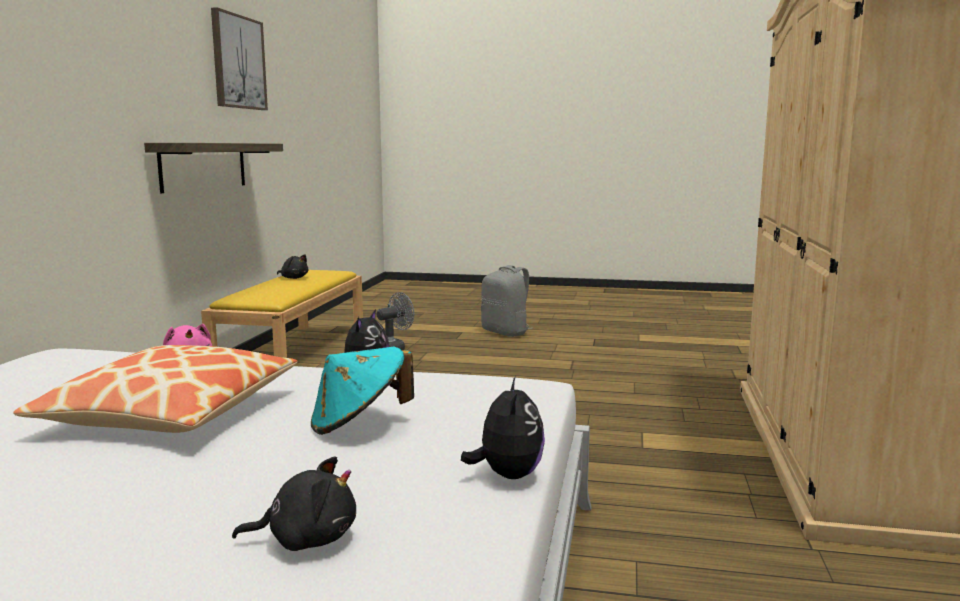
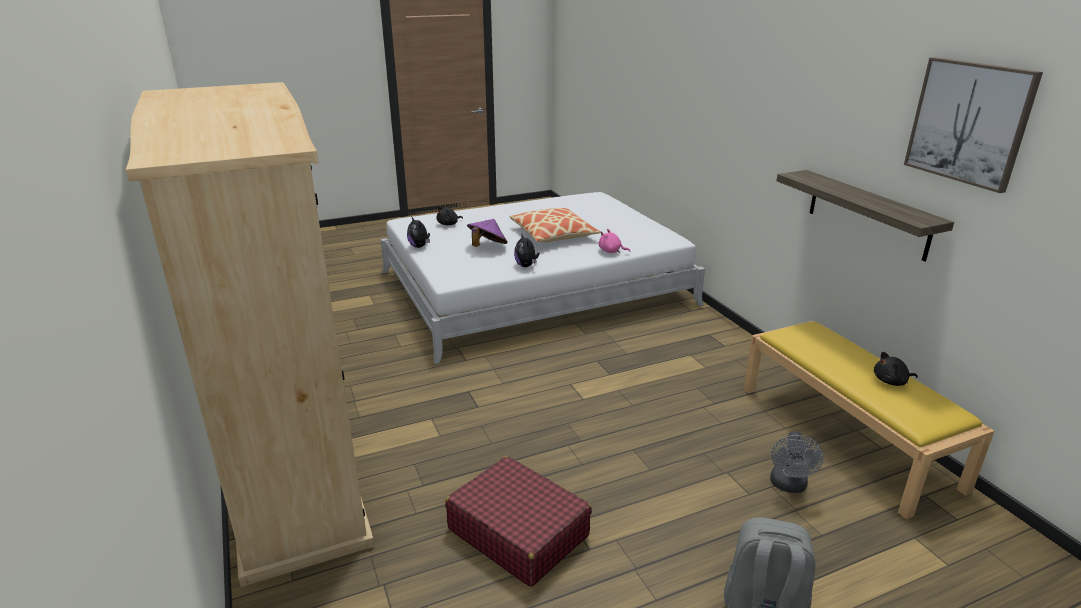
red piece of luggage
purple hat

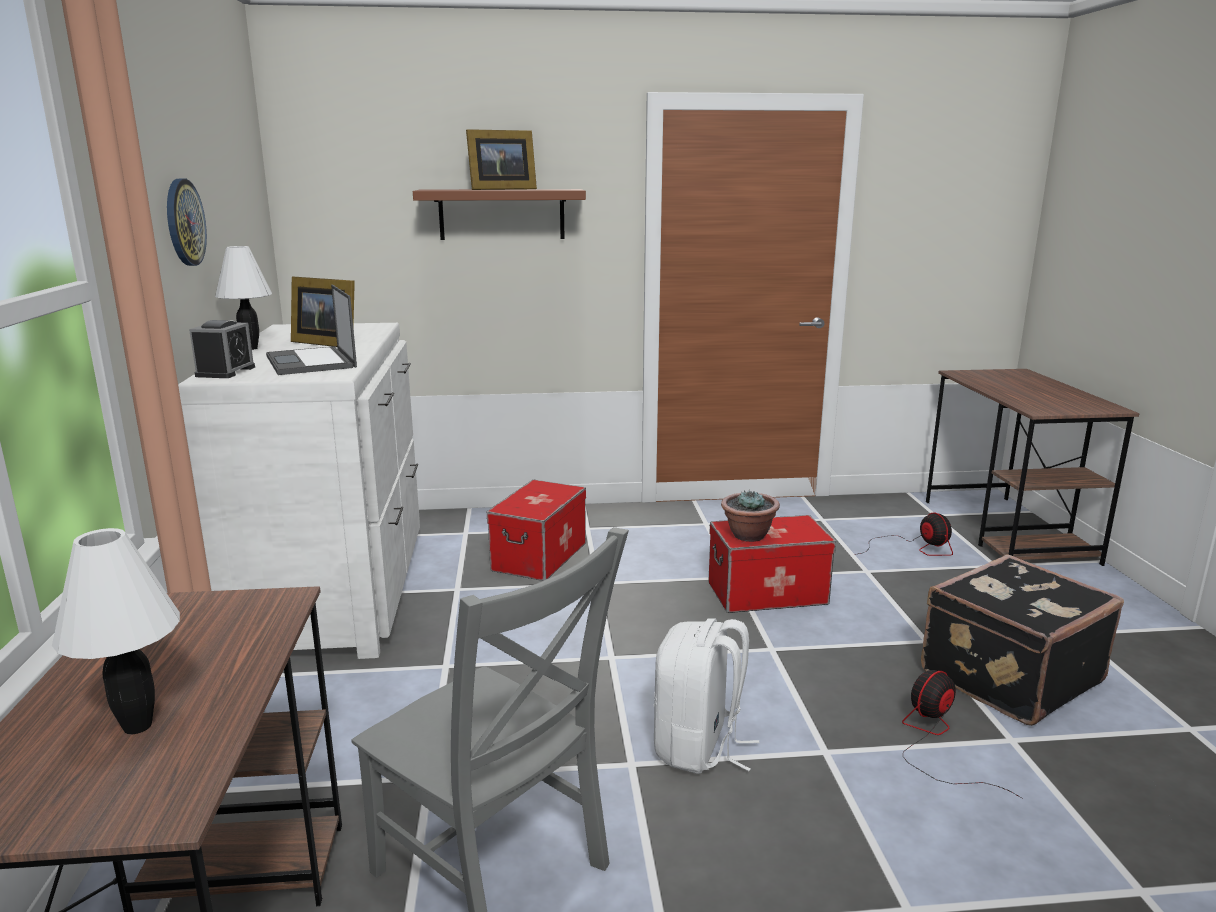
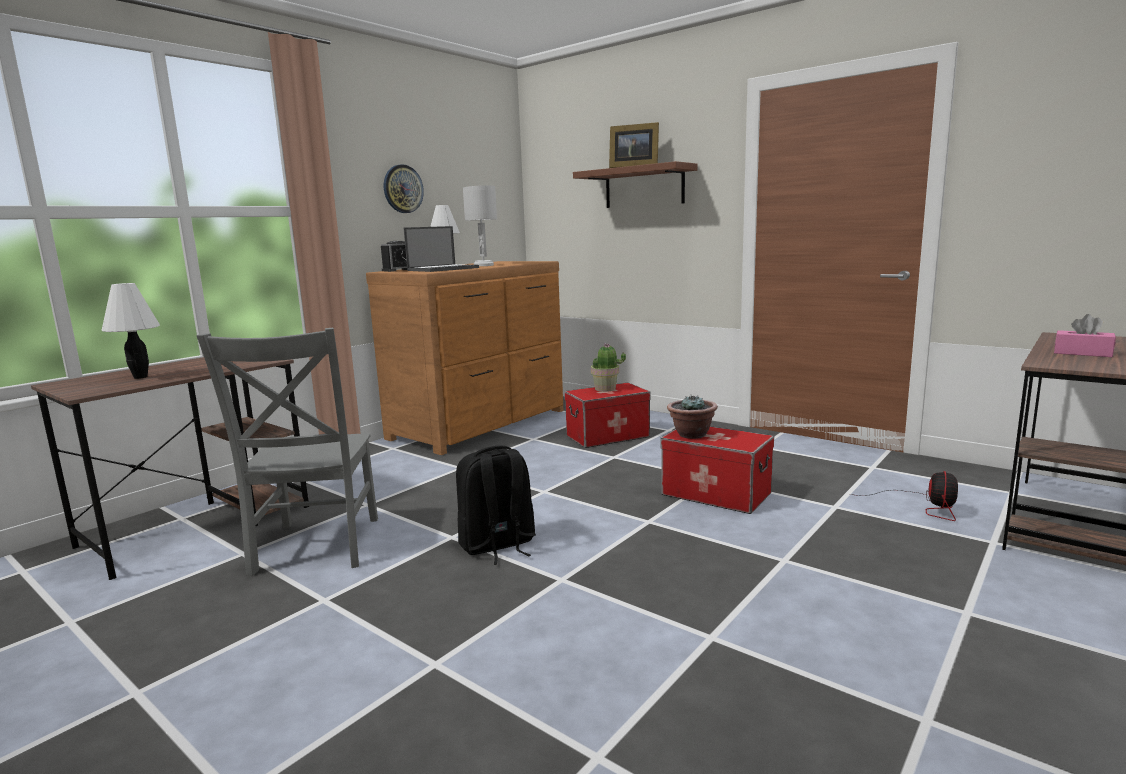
brownish drawer chest
notebook computer
black-coloured rucksack
white lamp for a table (3rd from left)
houseplant (1st from left)
pink-coloured tissue holder
fan (2nd from left in the first image)
black-coloured piece of luggage

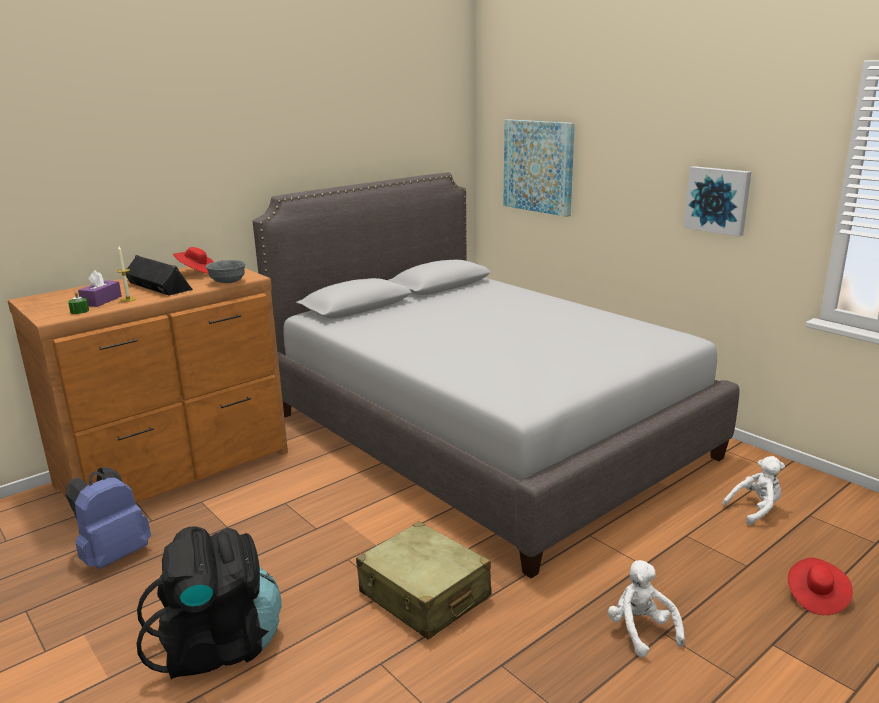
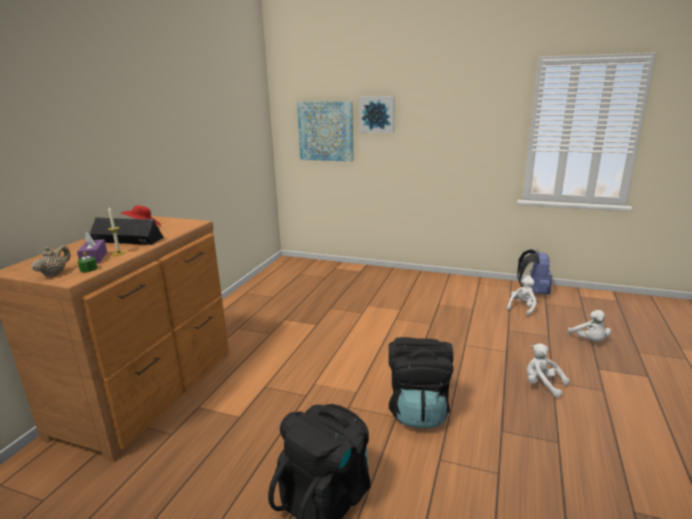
beige-coloured tea pot
wall art (2nd from left)
black-coloured rucksack (2nd from left)
blue rucksack
white soft toy (3rd from left)
gray deep dish
gray sleeping bed

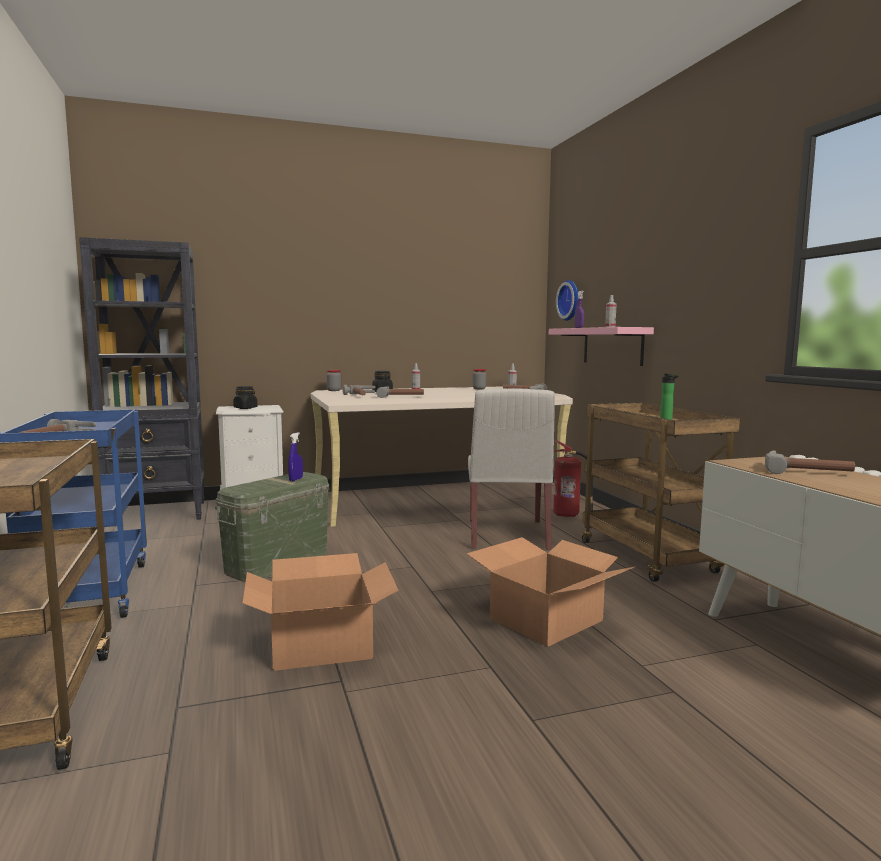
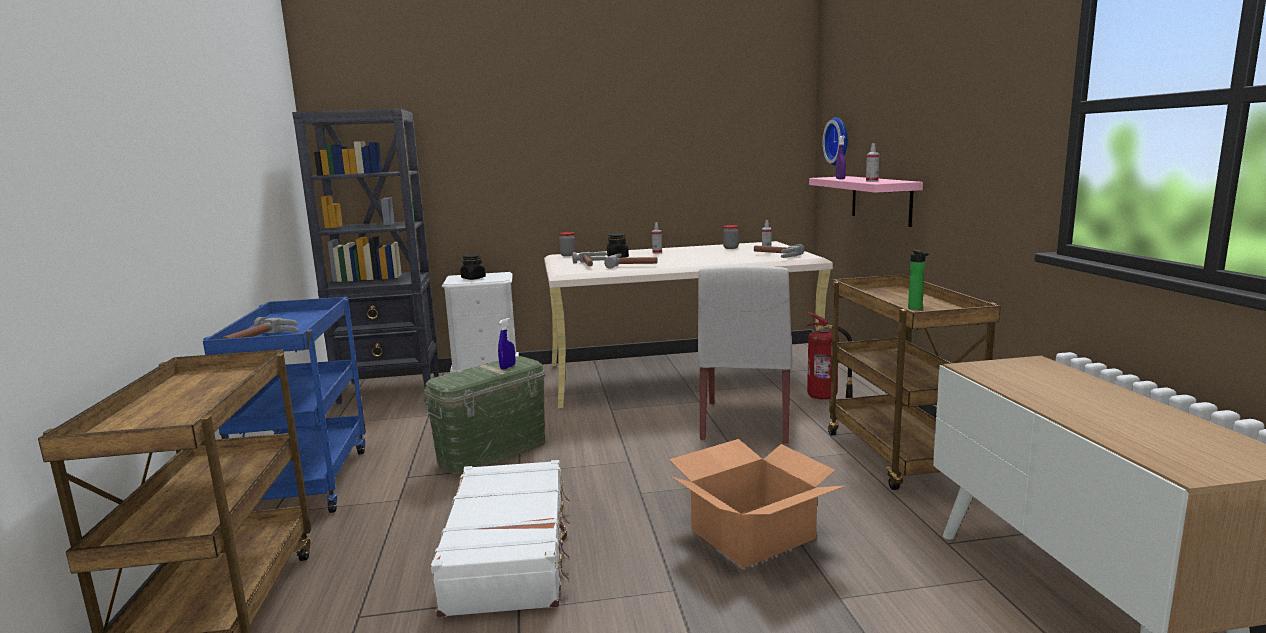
white piece of luggage
tool hammer (5th from left in the first image)

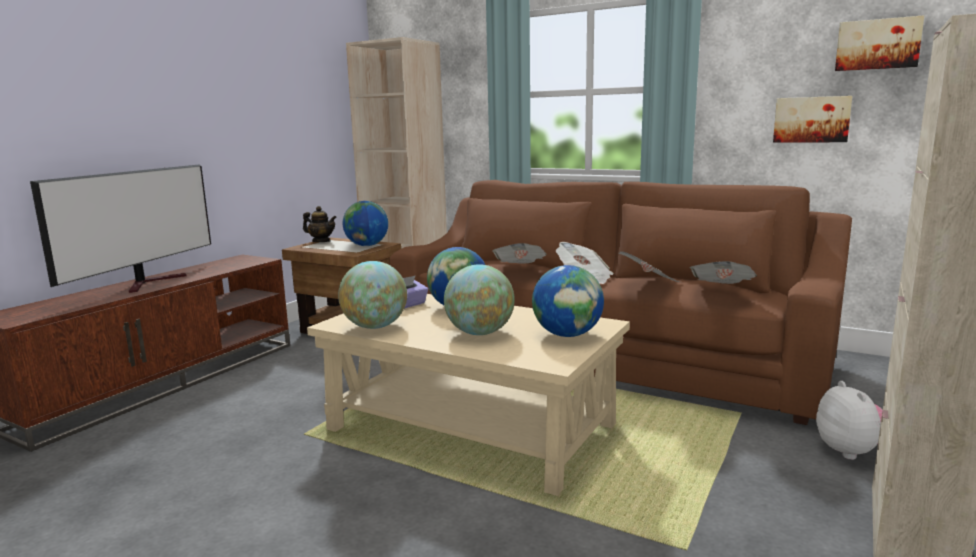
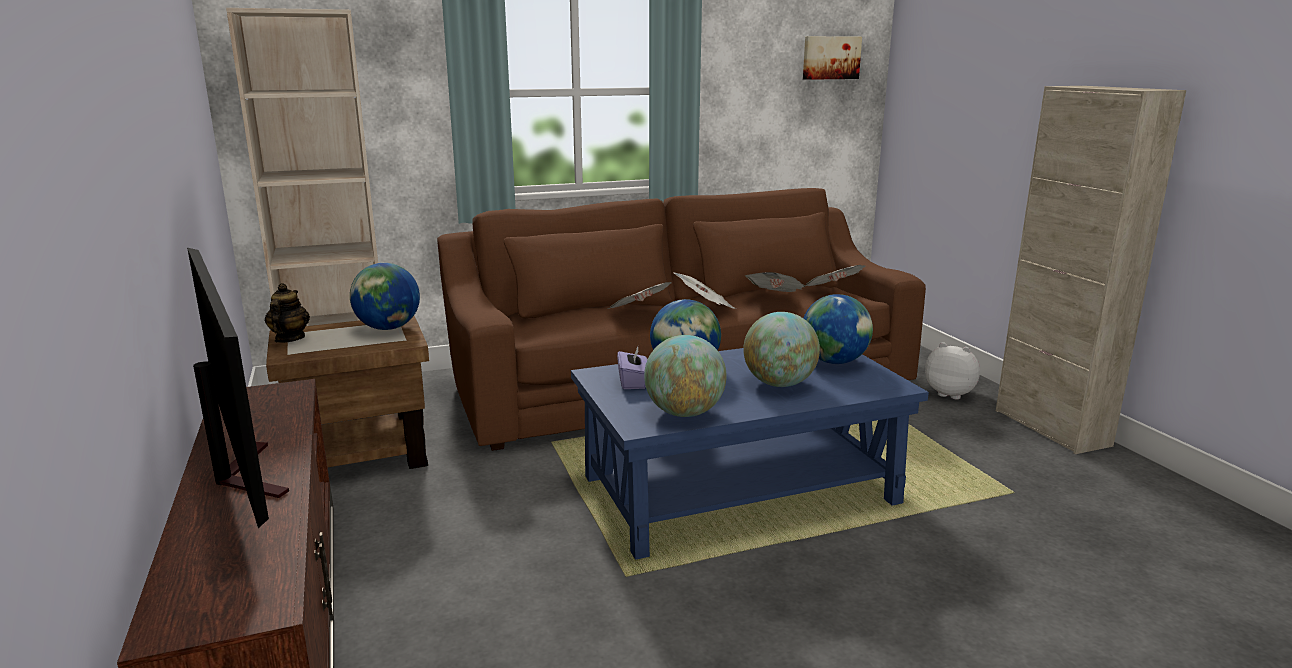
tea pot
blue coffee table
wall art (1st from left in the first image)

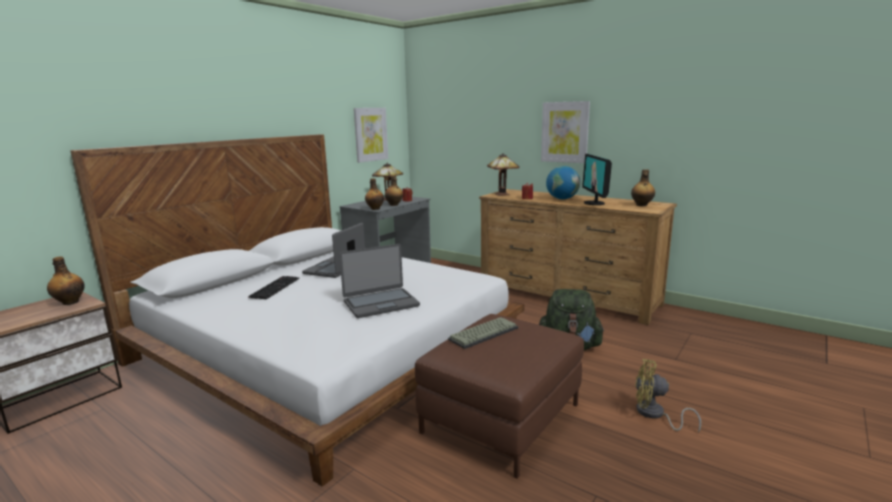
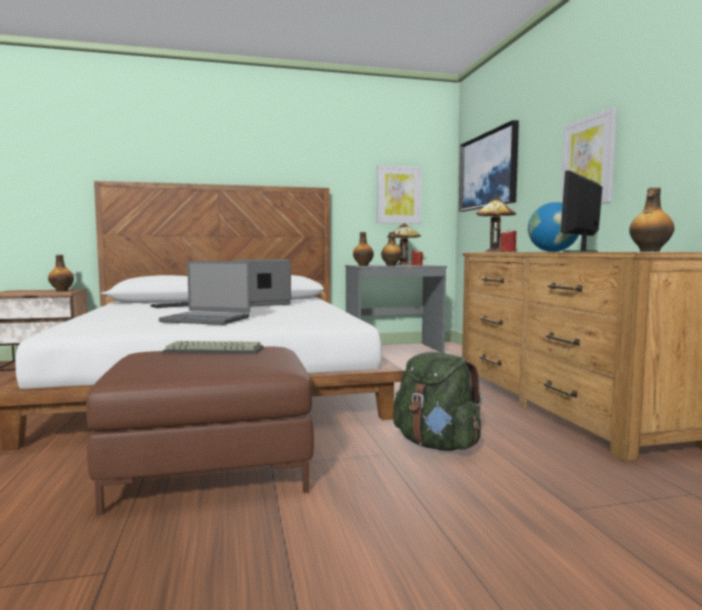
wall art (2nd from left)
yellow-coloured fan

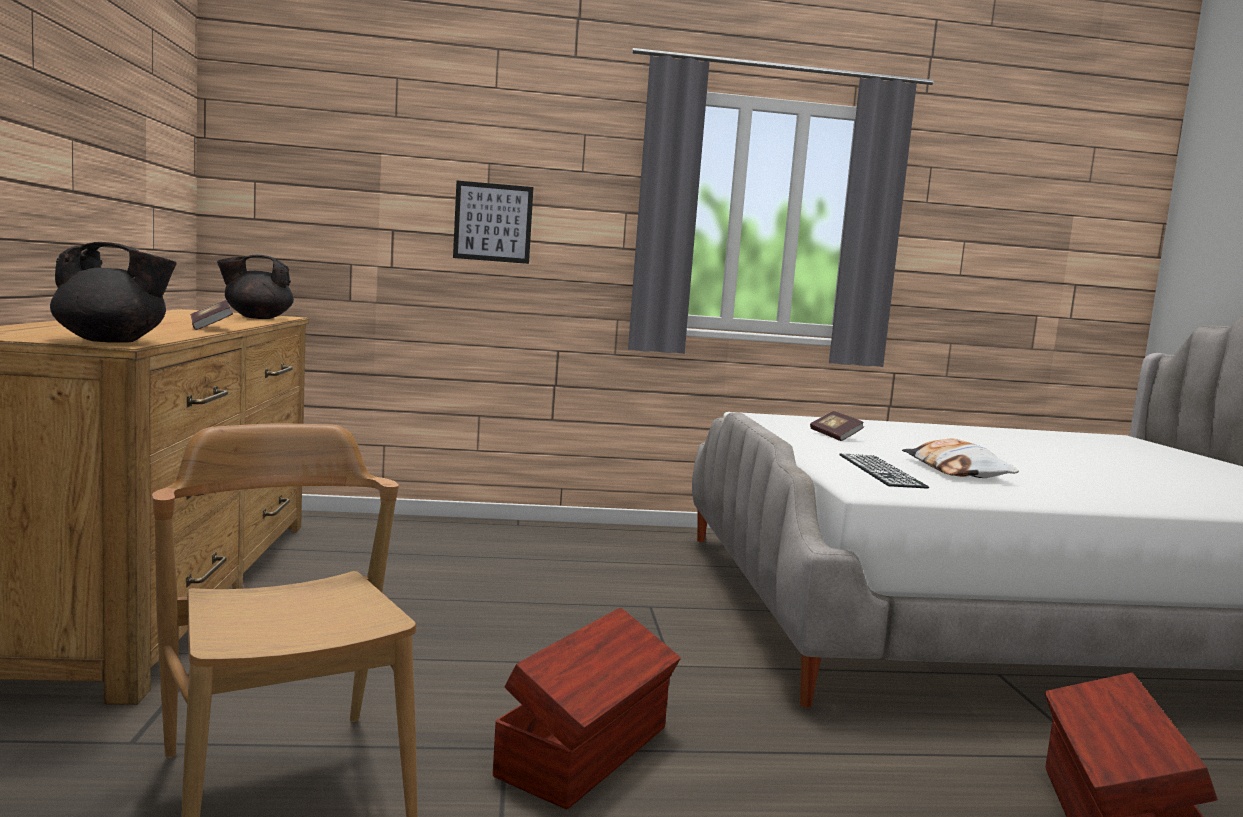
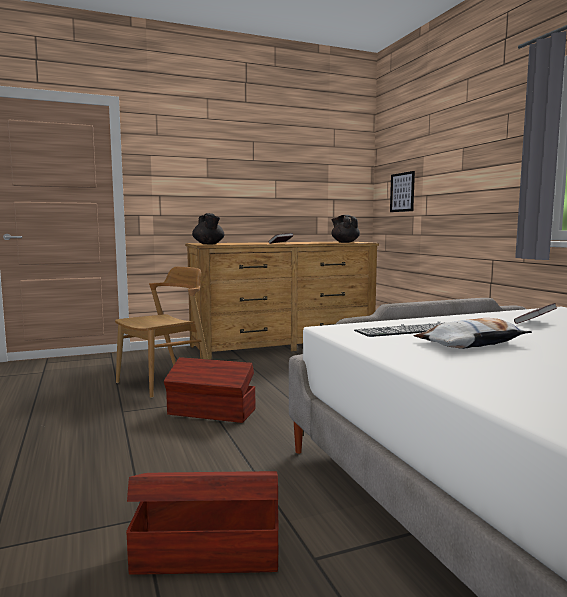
wall art

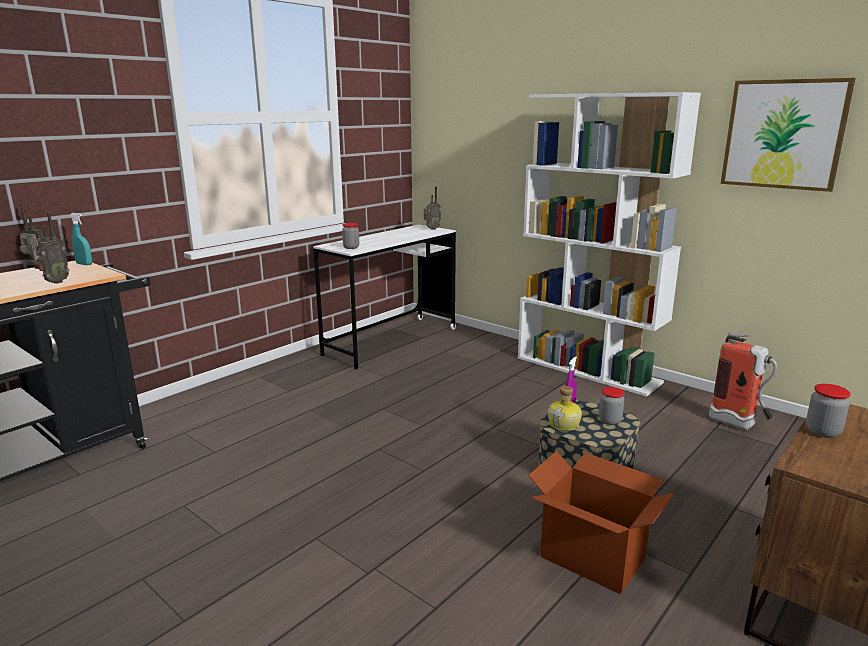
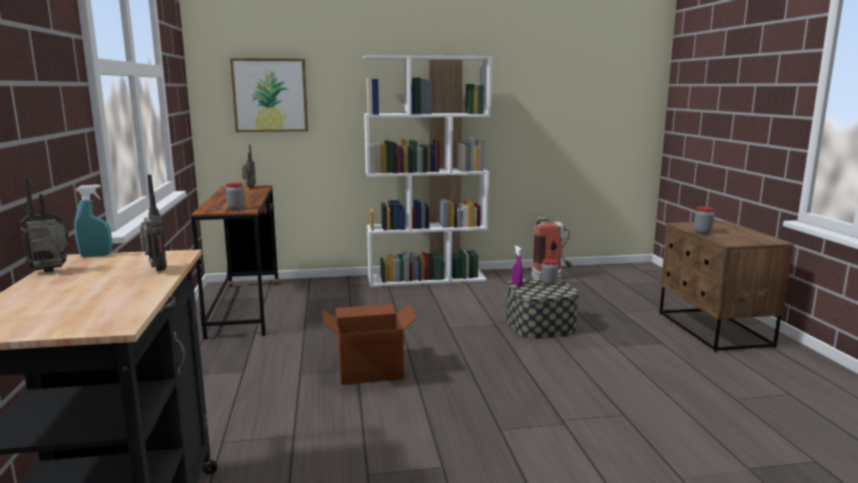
brownish desk
wall art
cardboard box
bottle

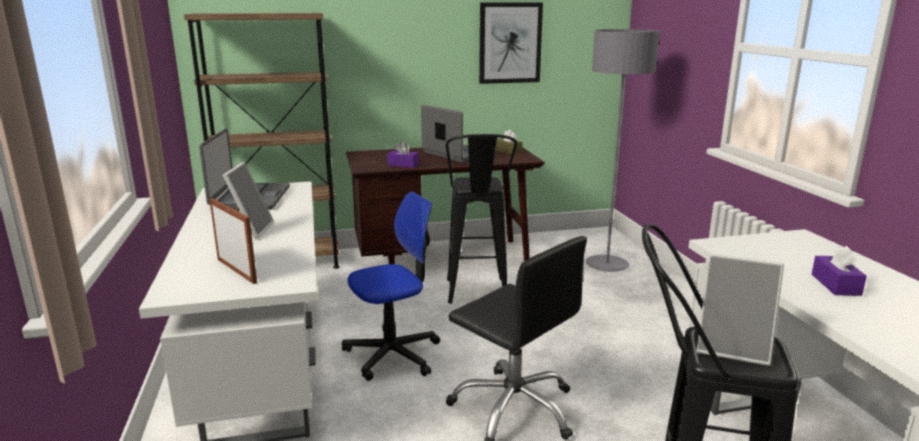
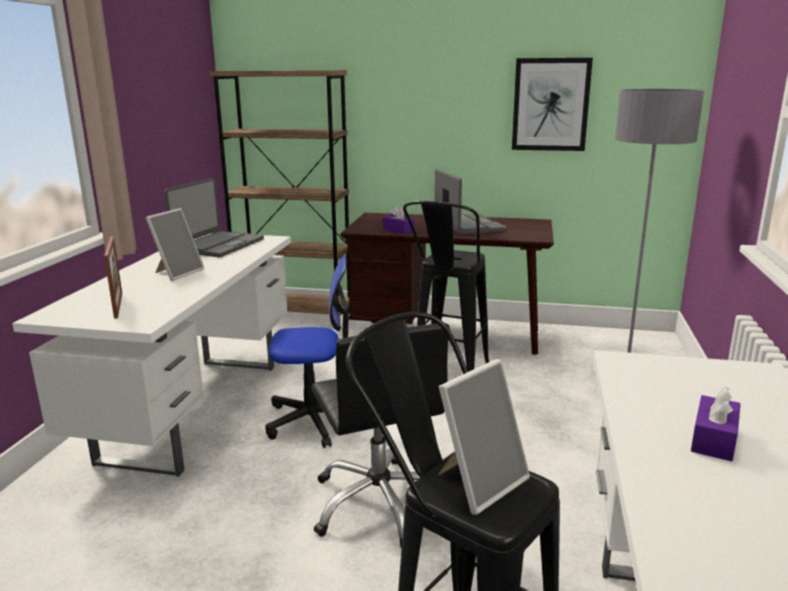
standing frame (3rd from left)
brownish tissue holder

